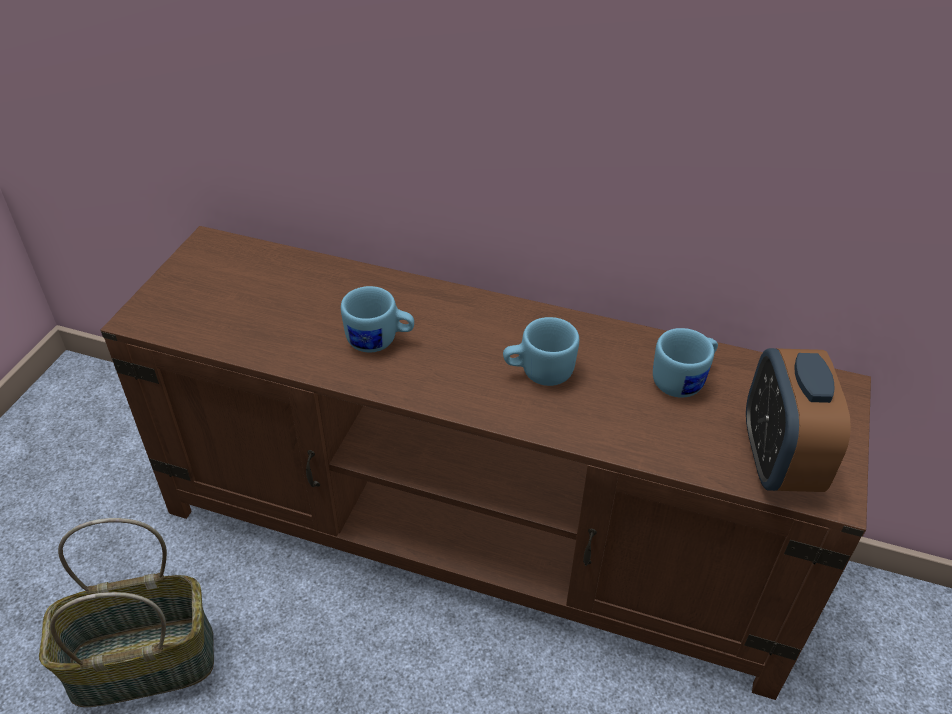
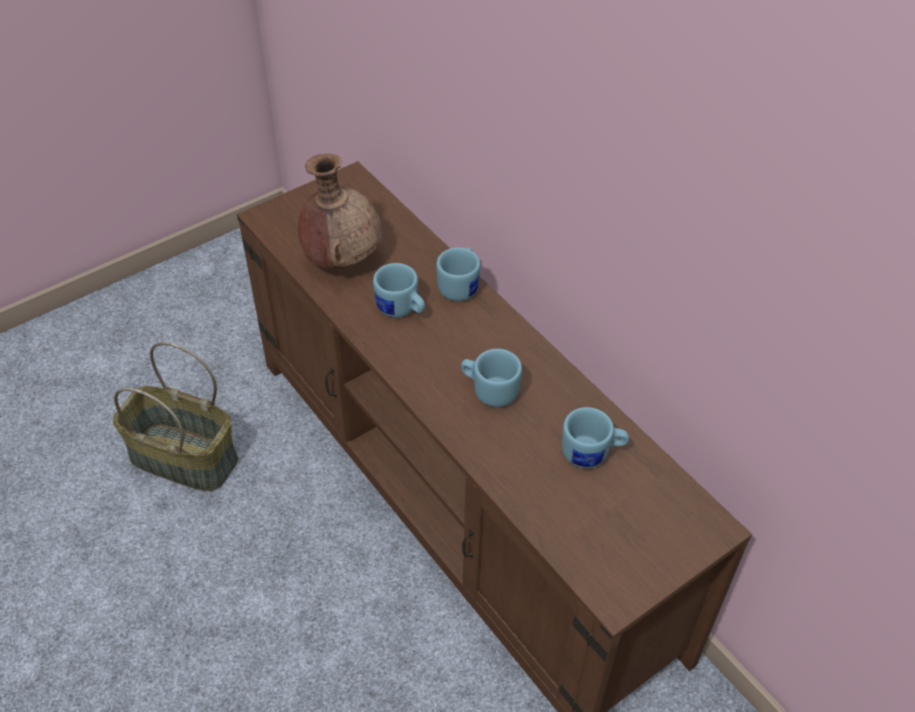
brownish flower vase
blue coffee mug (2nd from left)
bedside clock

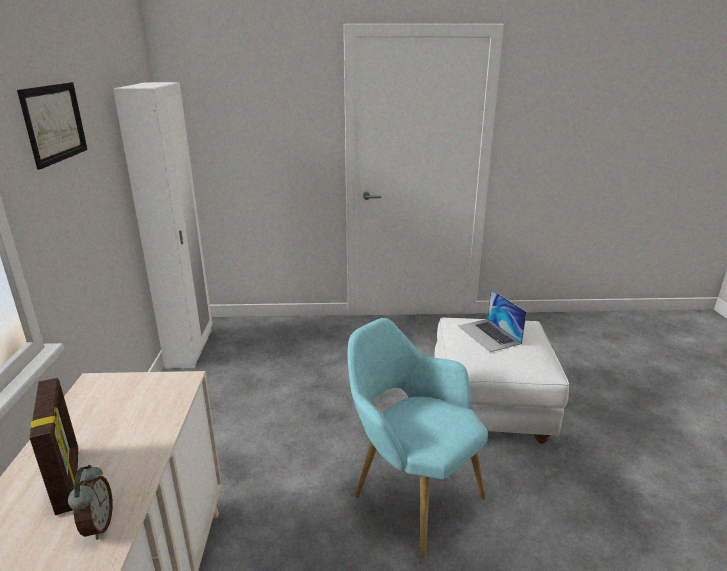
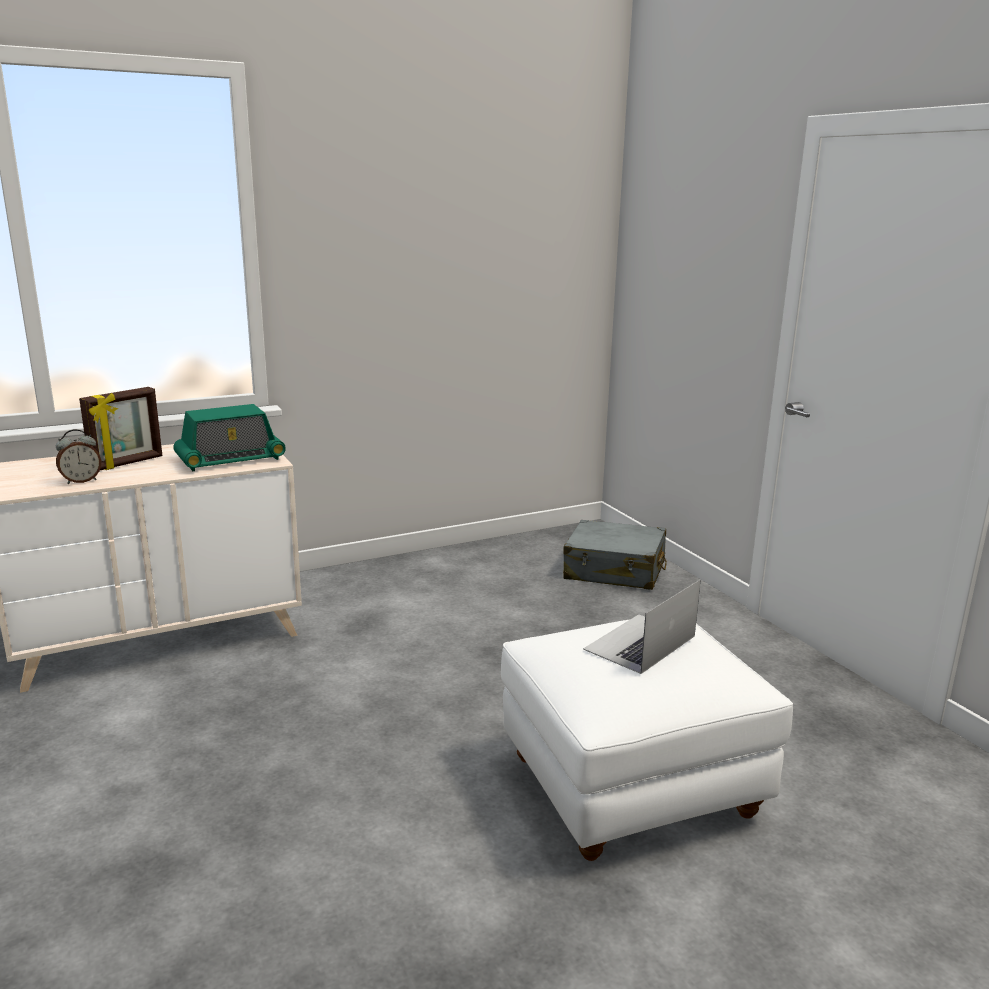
radio
gray piece of luggage
wall art
white wardrobe
turquoise lounge chair

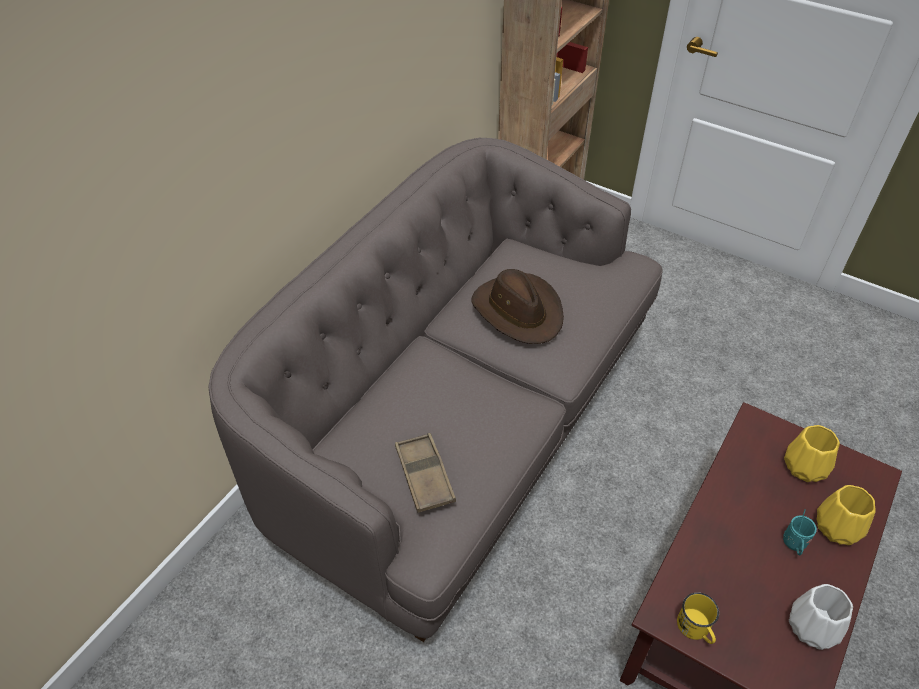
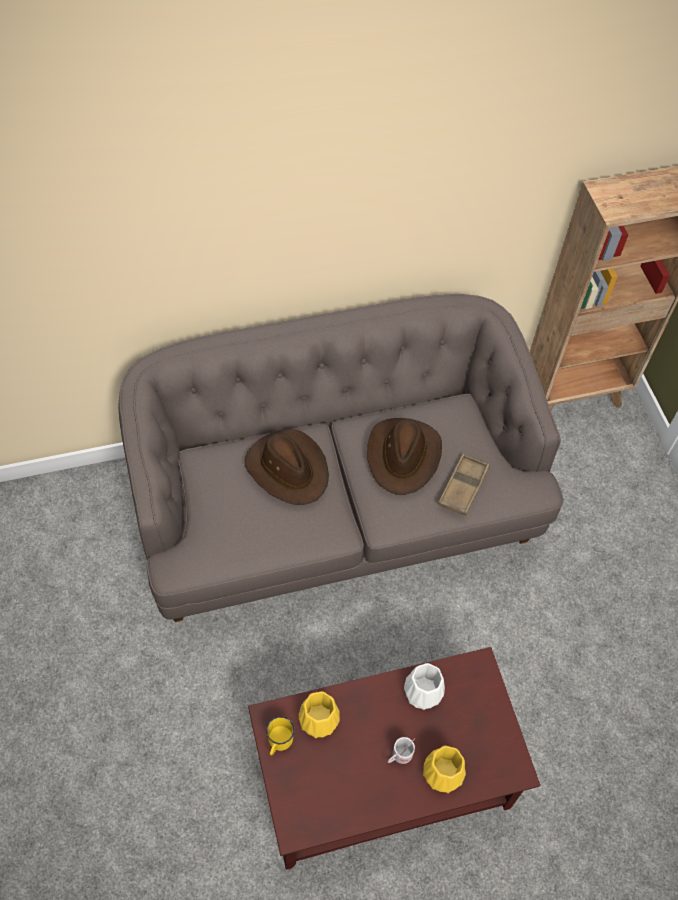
brownish hat (1st from left)
yellow-coloured flower vase (1st from left)
white coffee mug
white flower vase
brownish tray

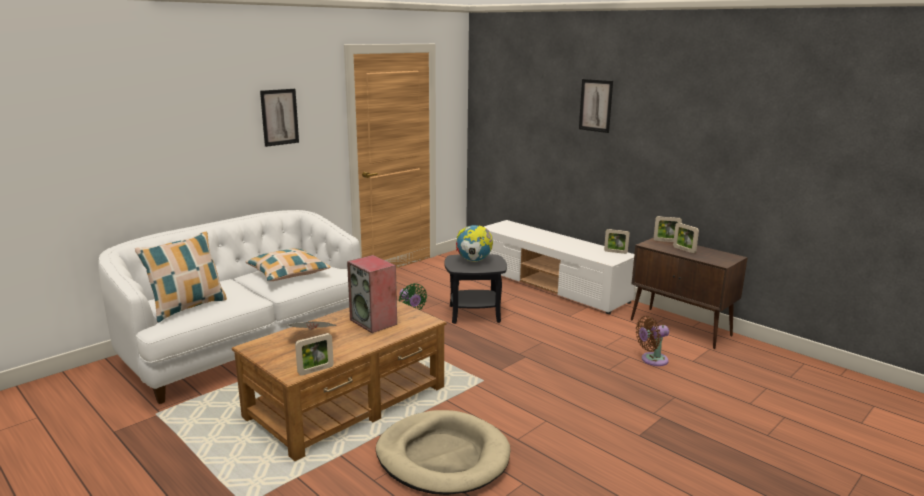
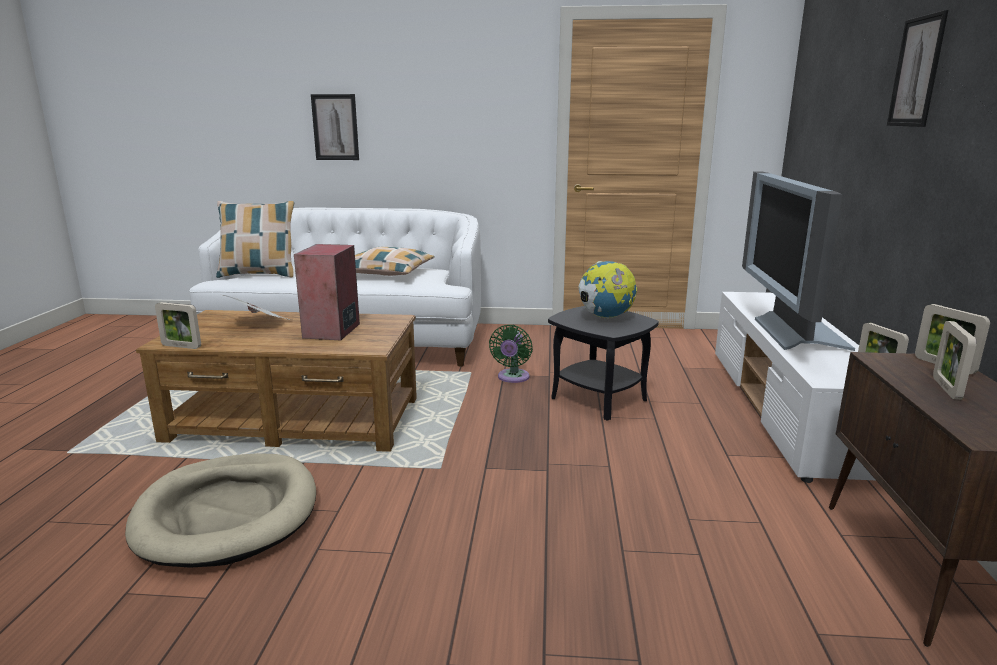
wall art (1st from left)
TV
brownish fan

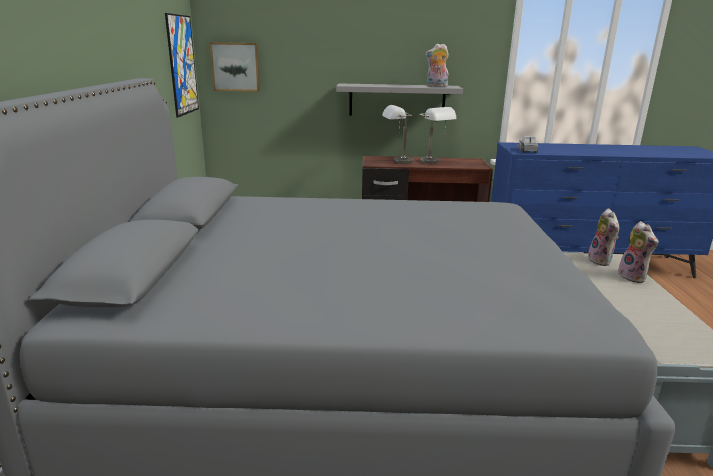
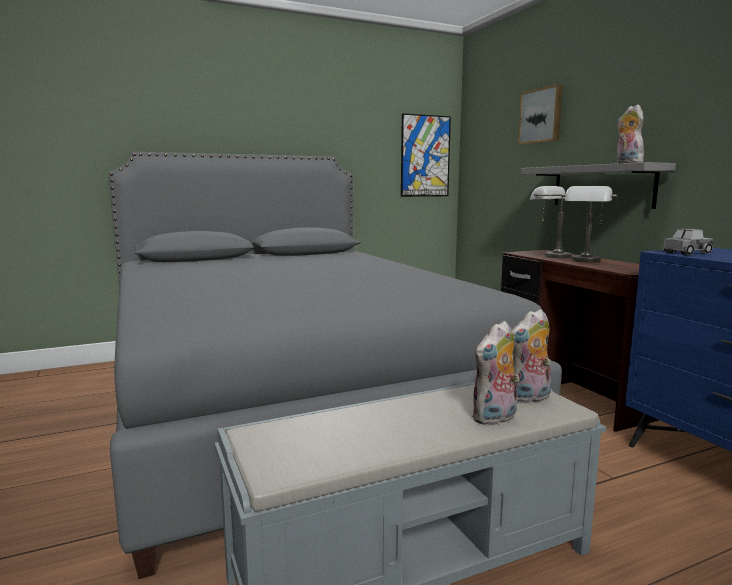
wall art (2nd from left)

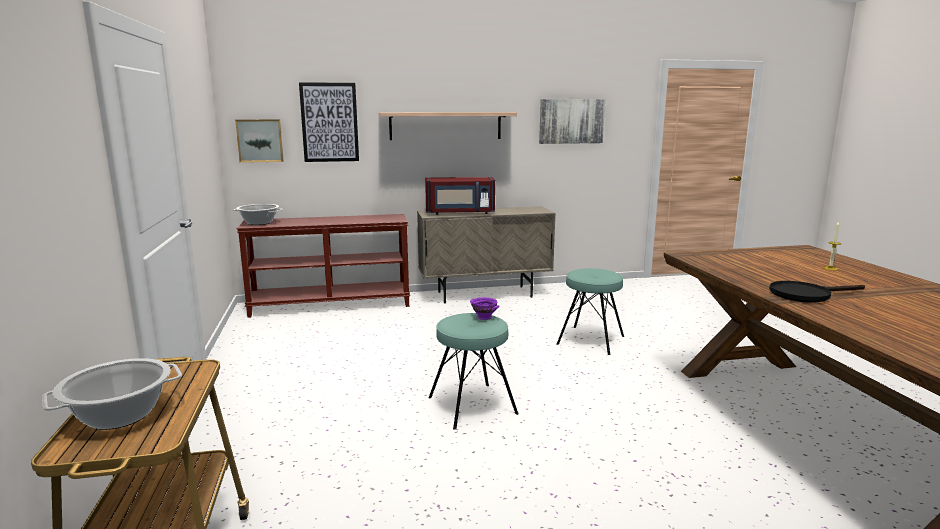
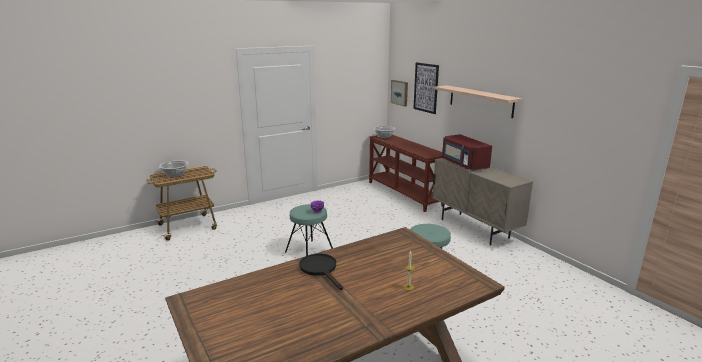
wall art (3rd from left in the first image)

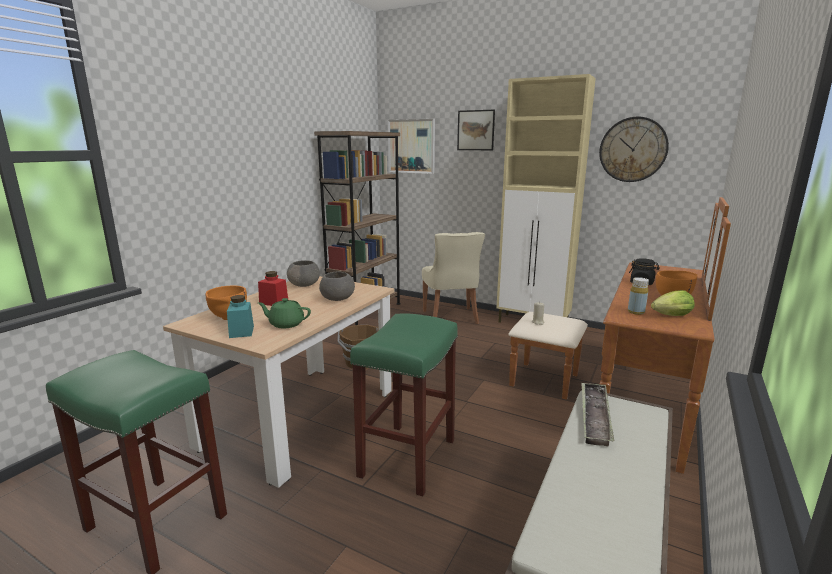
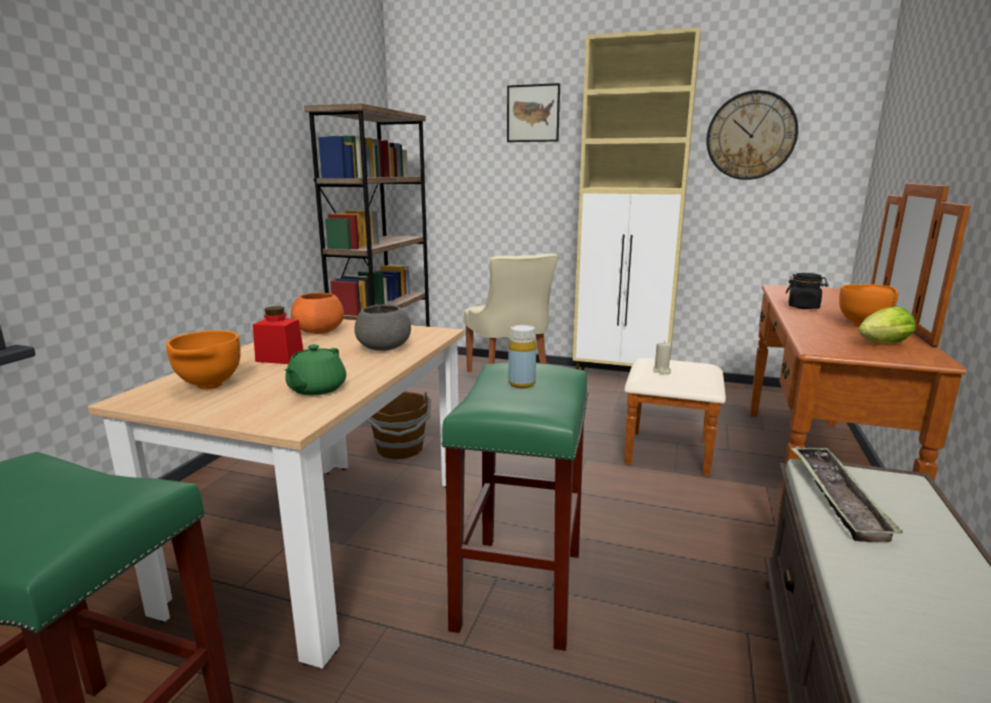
green-coloured tea pot
orange deep dish (2nd from left)
yellow-coloured bottle
turquoise preserve jar
wall art (1st from left in the first image)

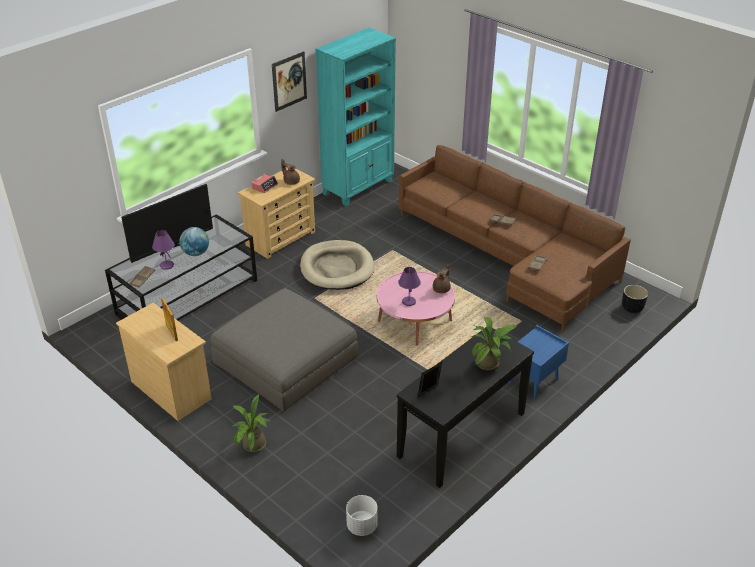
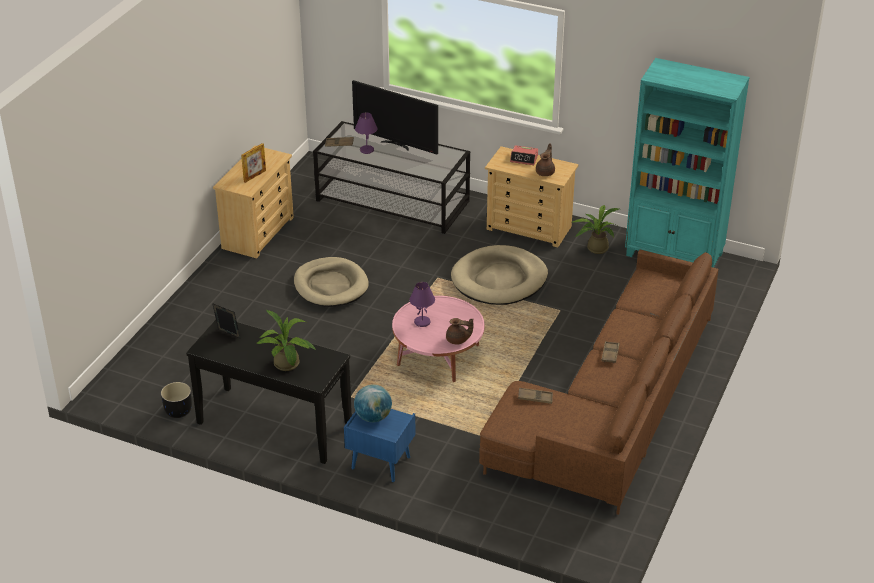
black-coloured planter
beige-coloured dog bed (1st from left)
world globe
houseplant (2nd from left)
wall art
white planter

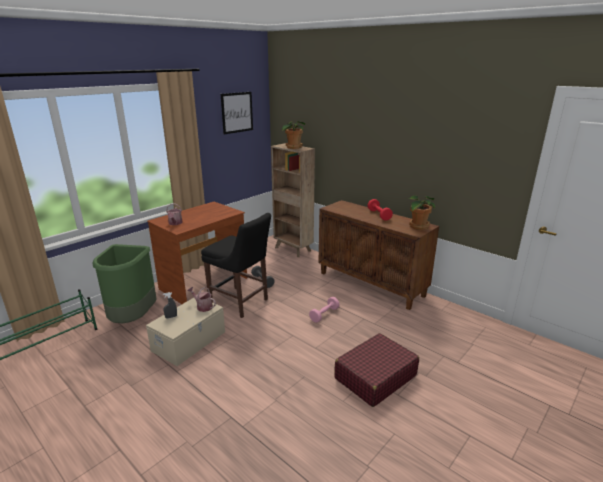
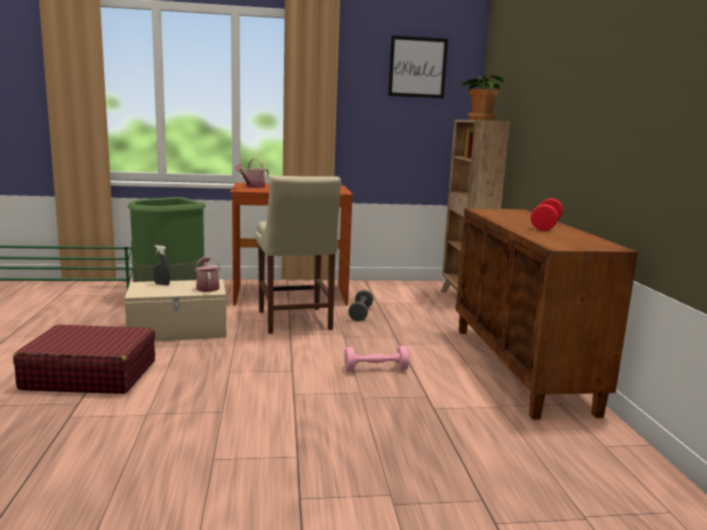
red piece of luggage
beige-coloured plain chair
houseplant (2nd from left in the first image)

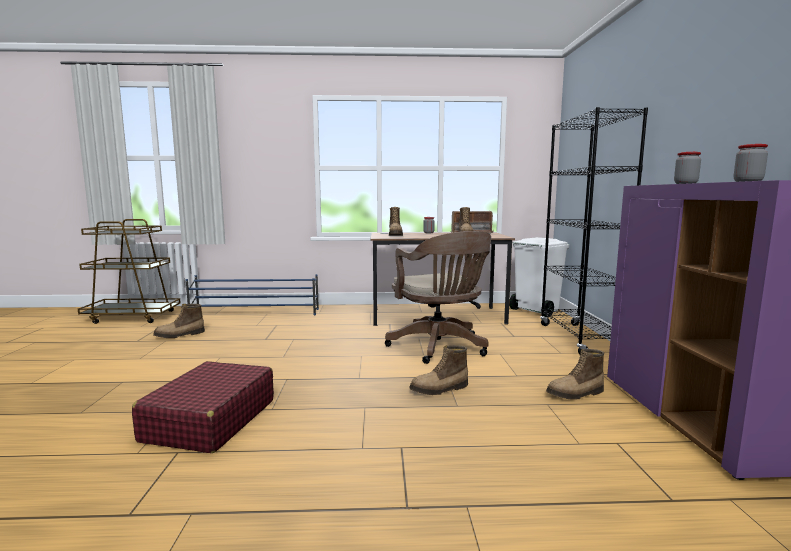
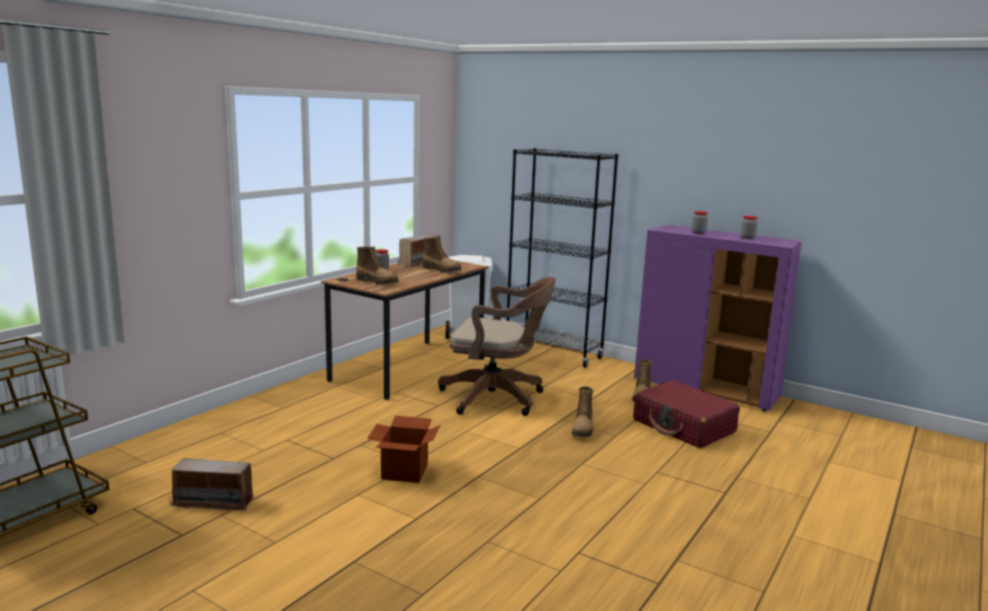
radio (1st from left)
cardboard box
red piece of luggage
blue shoe rack

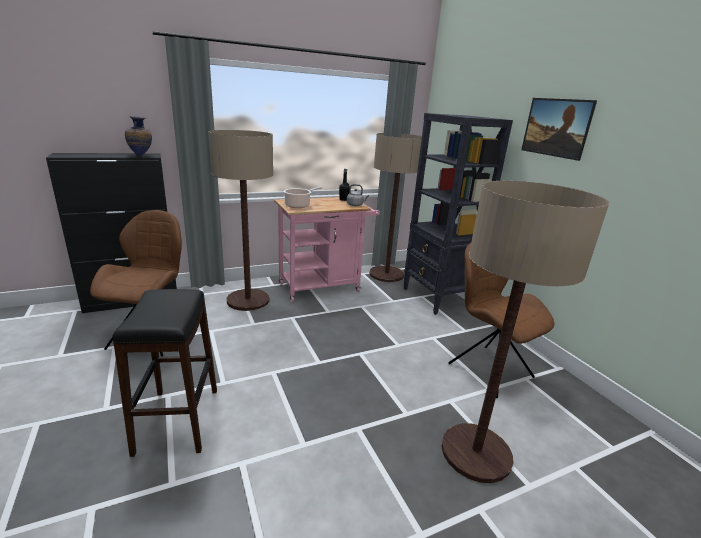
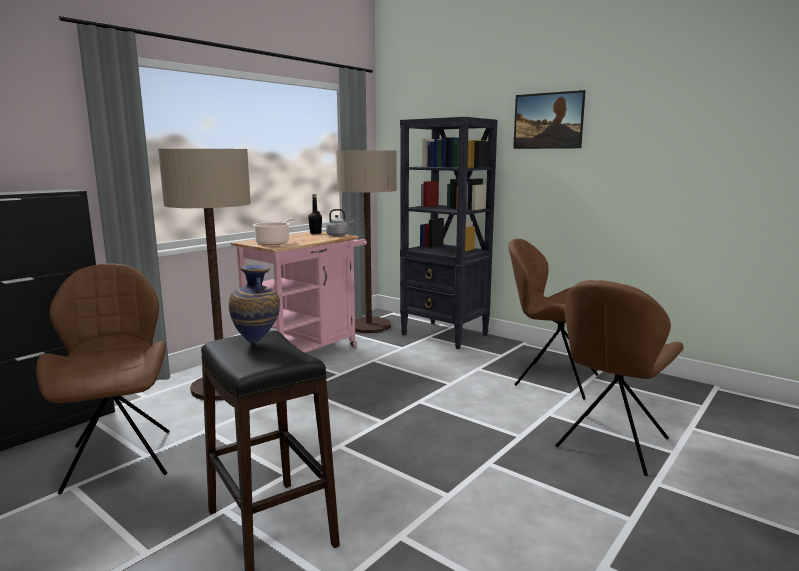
flower vase
brownish plain chair (3rd from left)

